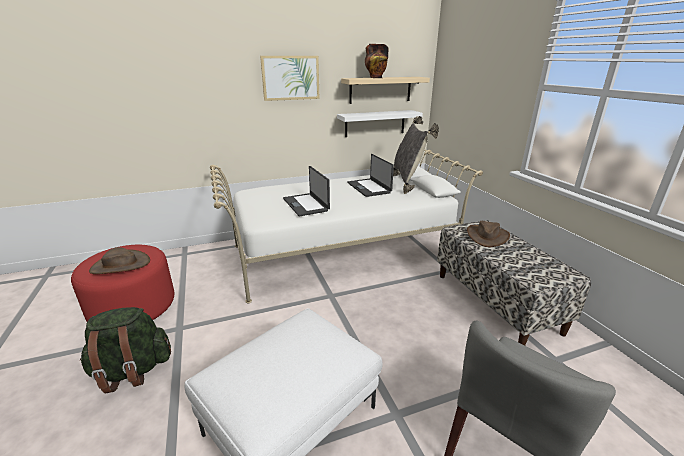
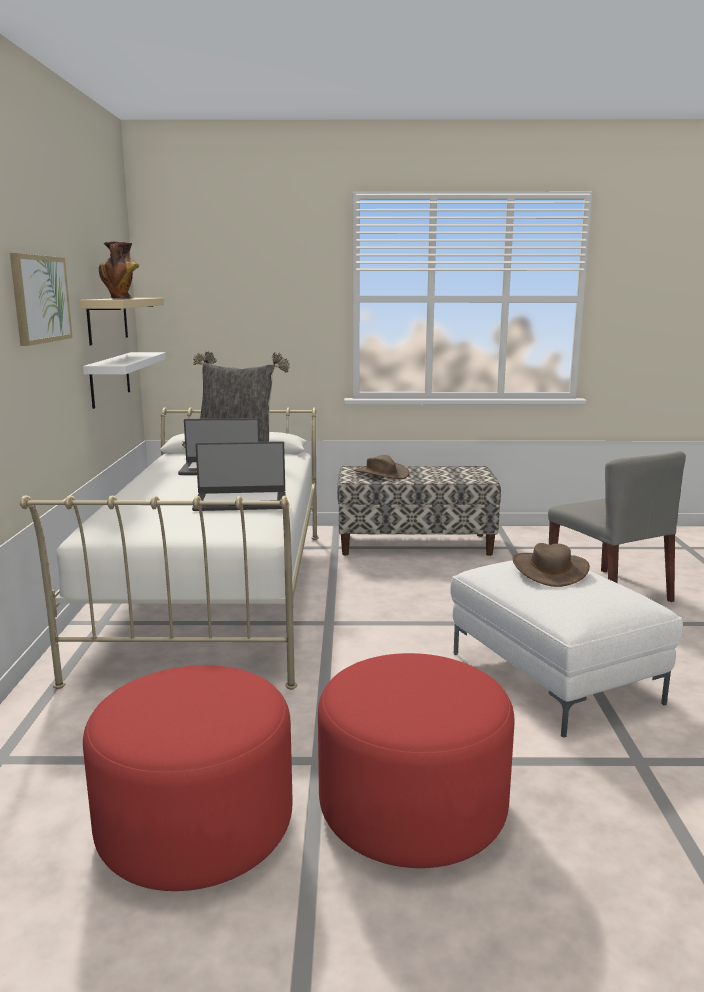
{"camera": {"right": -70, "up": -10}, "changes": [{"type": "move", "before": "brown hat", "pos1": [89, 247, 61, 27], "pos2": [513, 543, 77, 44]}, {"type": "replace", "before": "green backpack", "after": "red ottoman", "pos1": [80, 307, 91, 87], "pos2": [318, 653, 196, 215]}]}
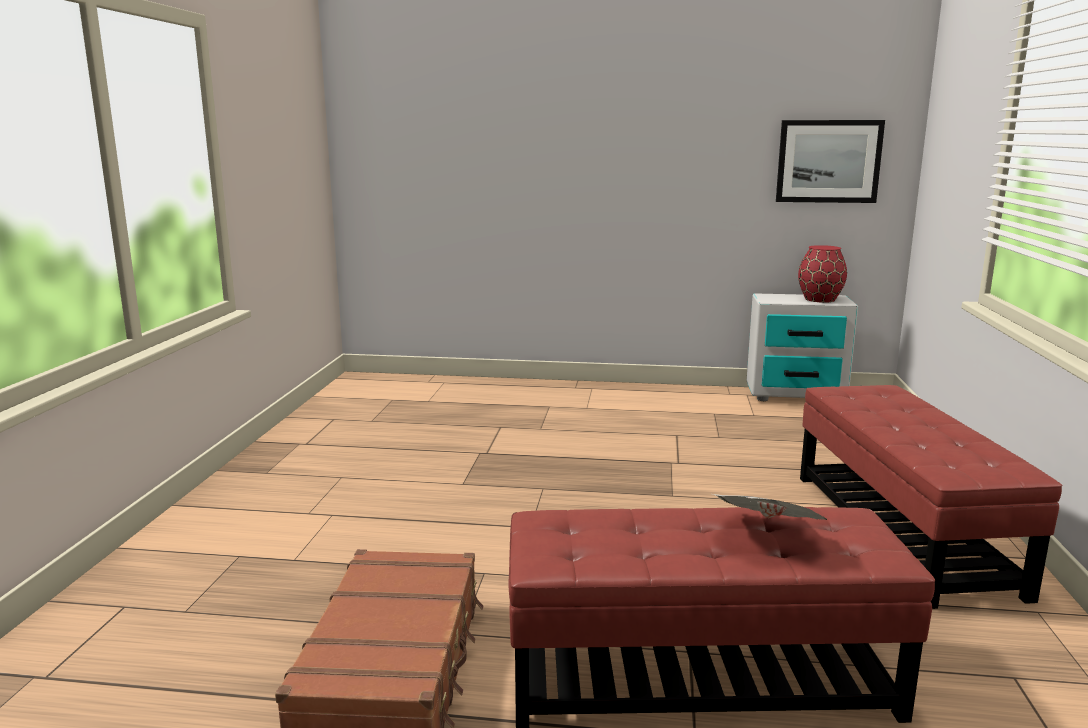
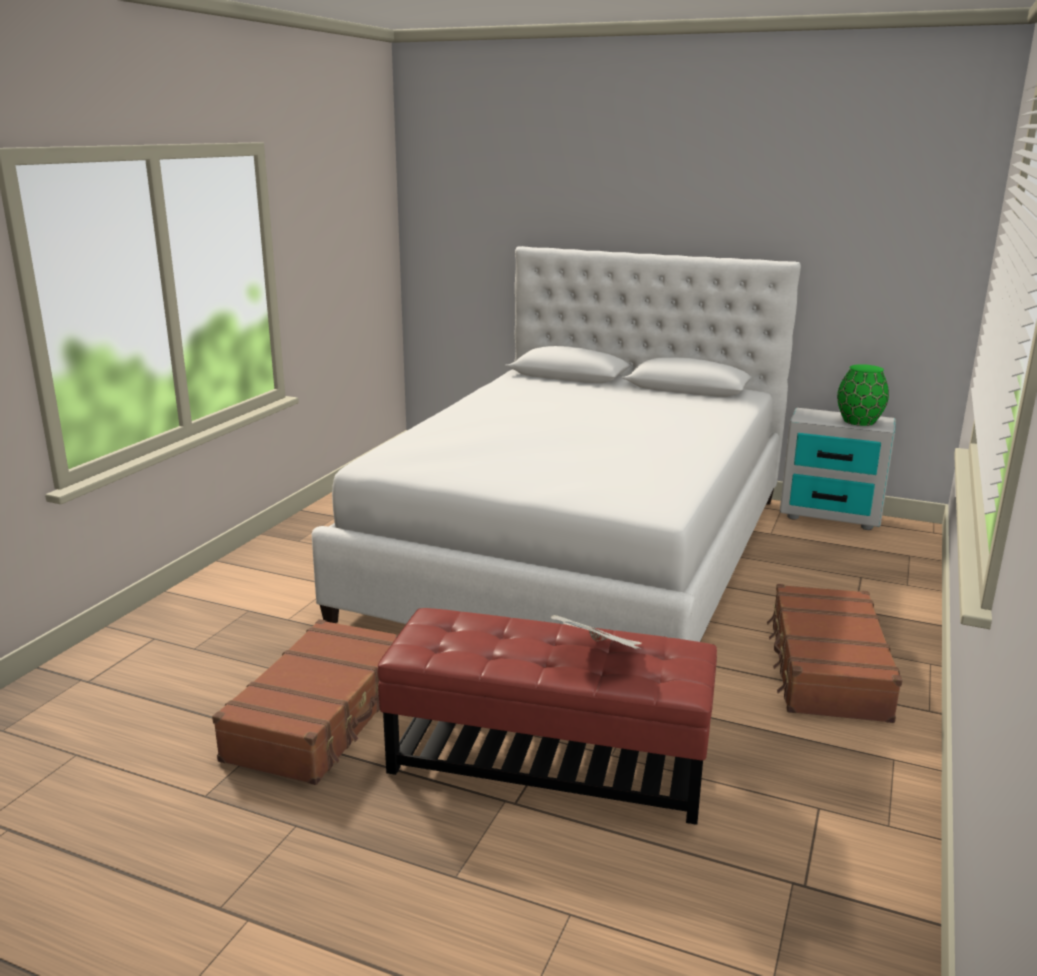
{"camera": {"right": 15, "up": 5}, "changes": [{"type": "delete", "before": "picture", "pos1": [776, 120, 109, 83]}, {"type": "insert", "after": "white bed", "pos2": [312, 246, 489, 396]}, {"type": "replace", "before": "red ottoman", "after": "brown suitcase", "pos1": [800, 385, 262, 224], "pos2": [767, 584, 136, 139]}, {"type": "recolor", "before": "red vase", "after": "green vase", "pos1": [798, 245, 49, 58], "pos2": [837, 364, 52, 62]}]}
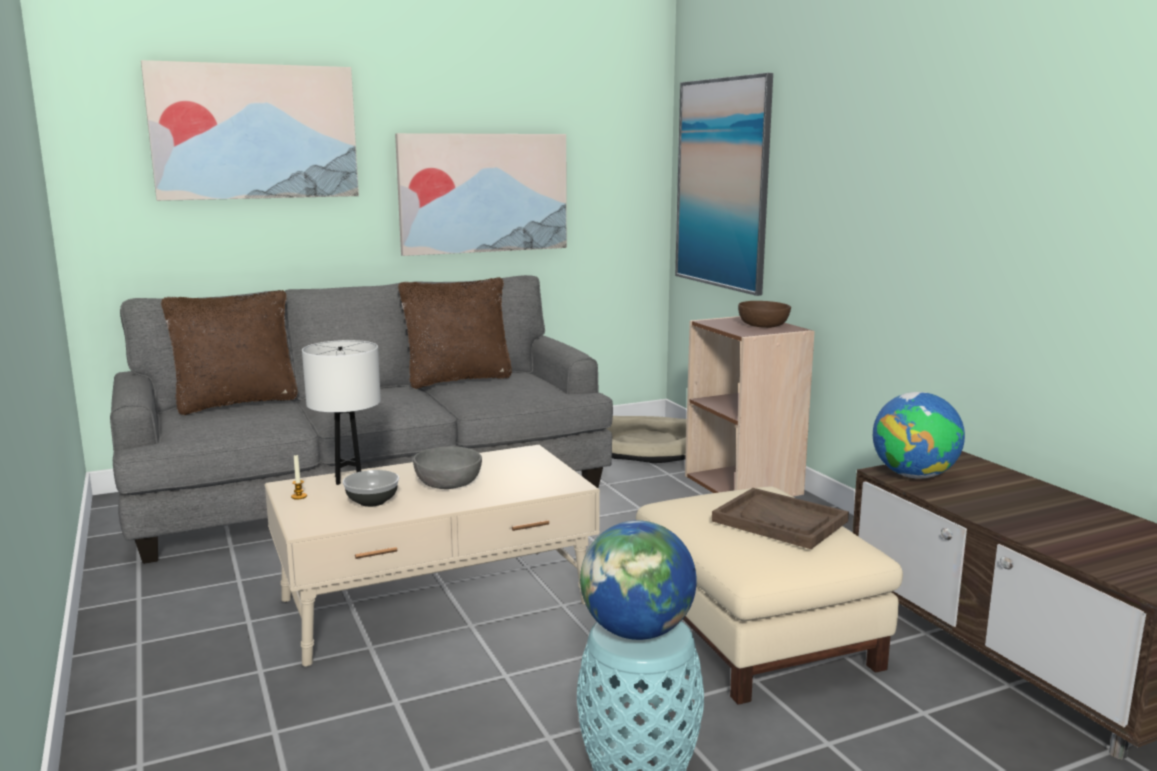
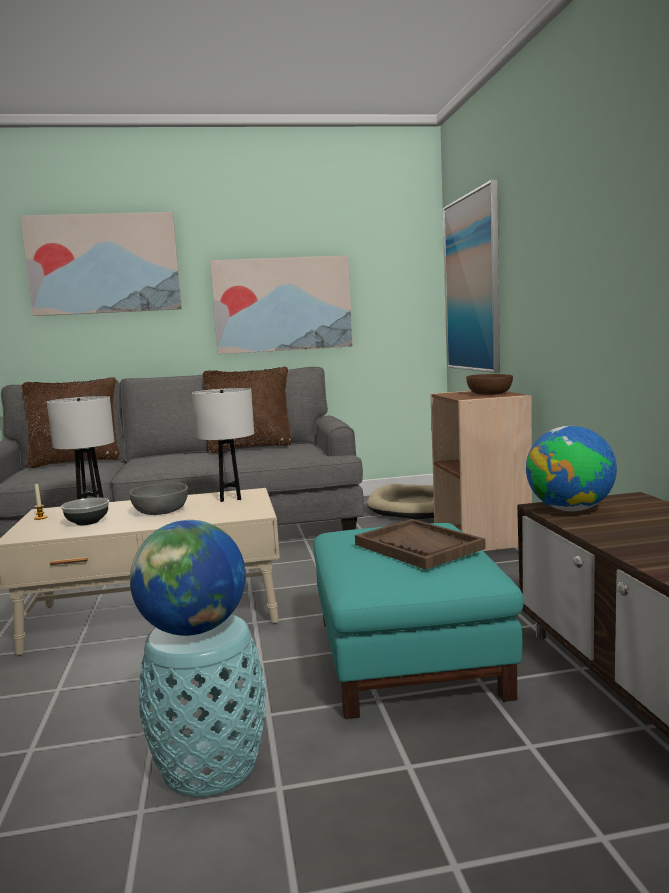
{"camera": {"right": 15, "up": -5}, "changes": [{"type": "insert", "after": "white table lamp", "pos2": [192, 388, 62, 114]}, {"type": "recolor", "before": "beige ottoman", "after": "turquoise ottoman", "pos1": [636, 486, 267, 219], "pos2": [313, 523, 211, 196]}]}
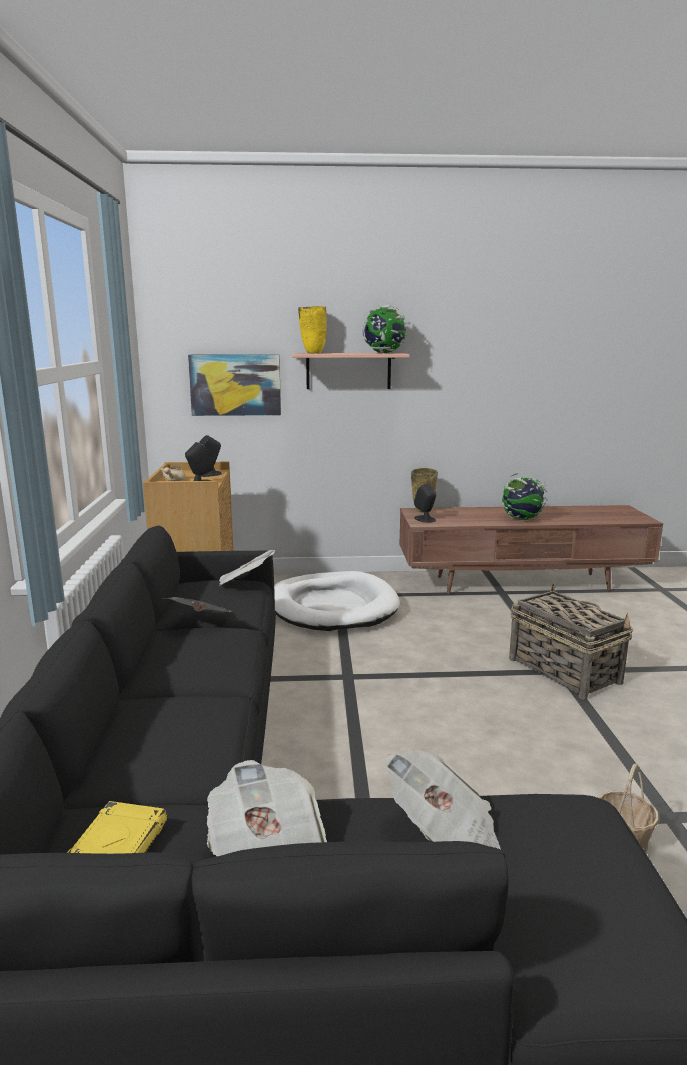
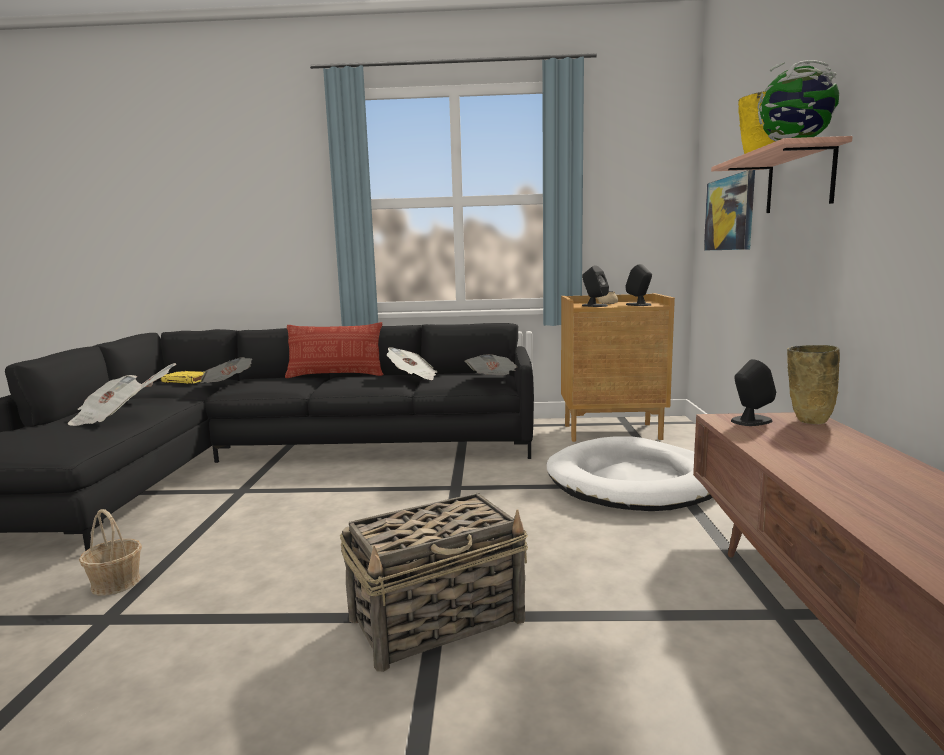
{"camera": {"right": 95, "up": -5}, "changes": [{"type": "delete", "before": "globe", "pos1": [501, 473, 47, 47]}, {"type": "insert", "after": "newspaper", "pos2": [200, 357, 52, 26]}, {"type": "insert", "after": "pillow", "pos2": [285, 322, 98, 56]}]}
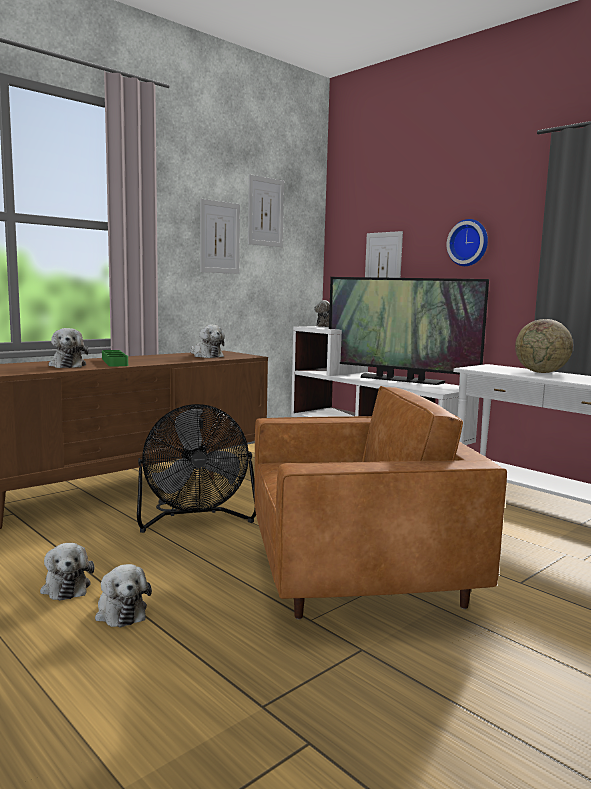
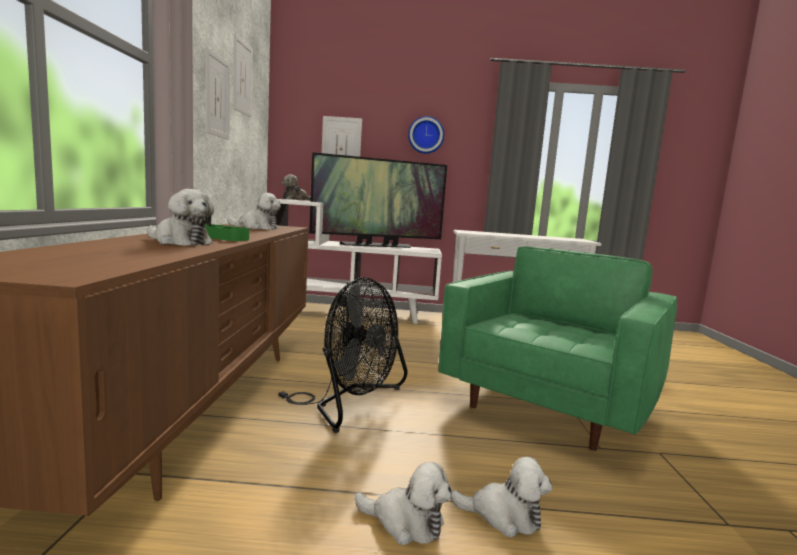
{"camera": {"right": -45, "up": 0}, "changes": [{"type": "delete", "before": "globe", "pos1": [515, 319, 58, 54]}, {"type": "recolor", "before": "brown armchair", "after": "green armchair", "pos1": [254, 386, 253, 233], "pos2": [439, 246, 238, 205]}]}
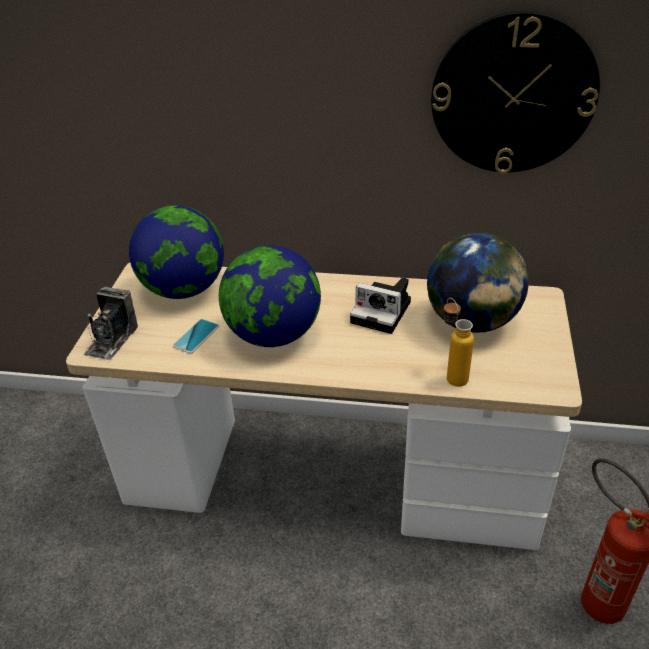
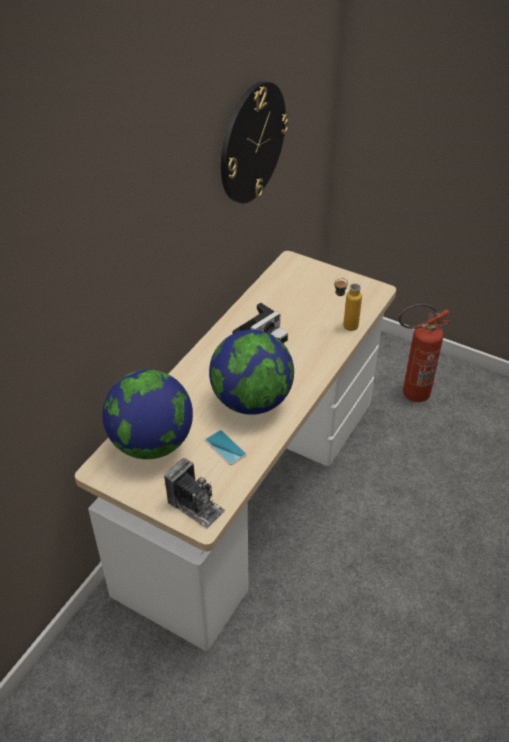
{"camera": {"right": -70, "up": 5}, "changes": [{"type": "delete", "before": "globe", "pos1": [427, 233, 102, 100]}]}
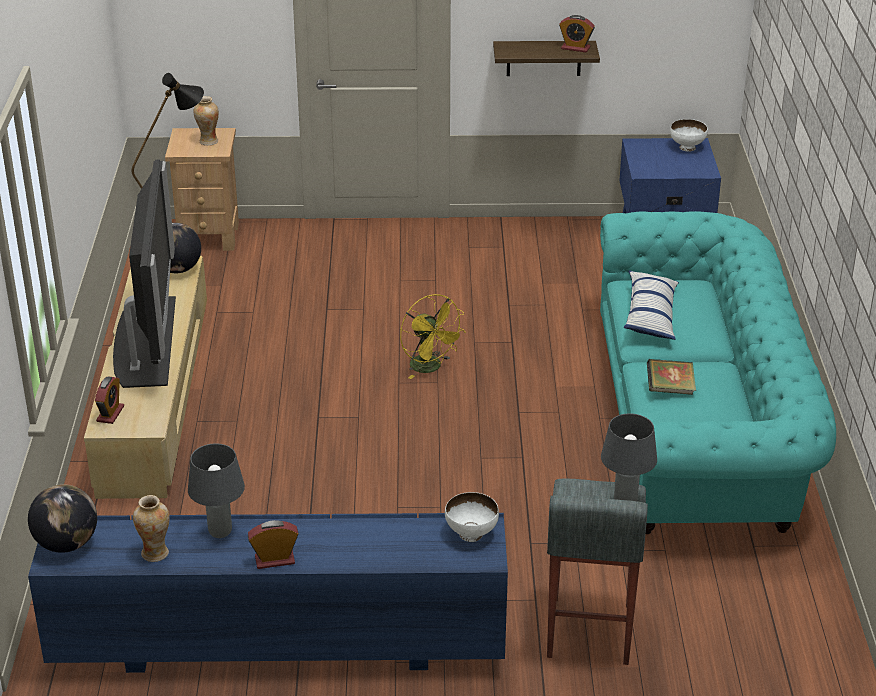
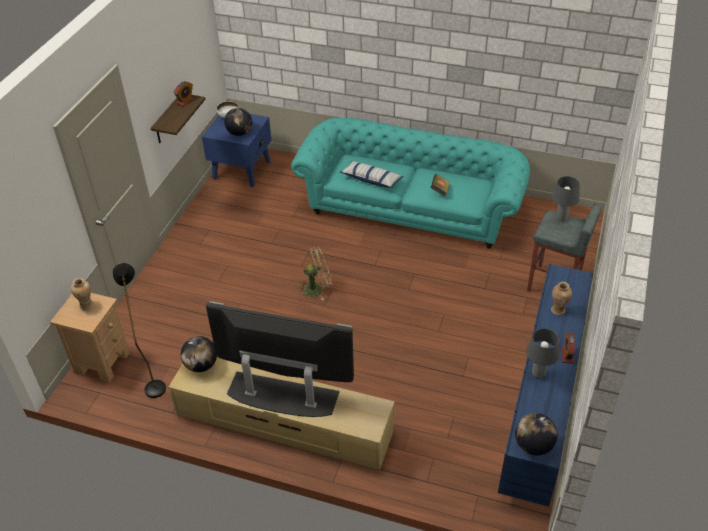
{"camera": {"right": -70, "up": 10}, "changes": [{"type": "delete", "before": "alarm clock", "pos1": [95, 377, 29, 47]}, {"type": "delete", "before": "white bowl", "pos1": [445, 492, 54, 50]}, {"type": "insert", "after": "globe", "pos2": [224, 108, 28, 28]}, {"type": "move", "before": "vase", "pos1": [133, 495, 37, 67], "pos2": [551, 282, 21, 33]}, {"type": "recolor", "before": "yellow fan", "after": "green fan", "pos1": [400, 294, 66, 85], "pos2": [297, 246, 34, 54]}]}
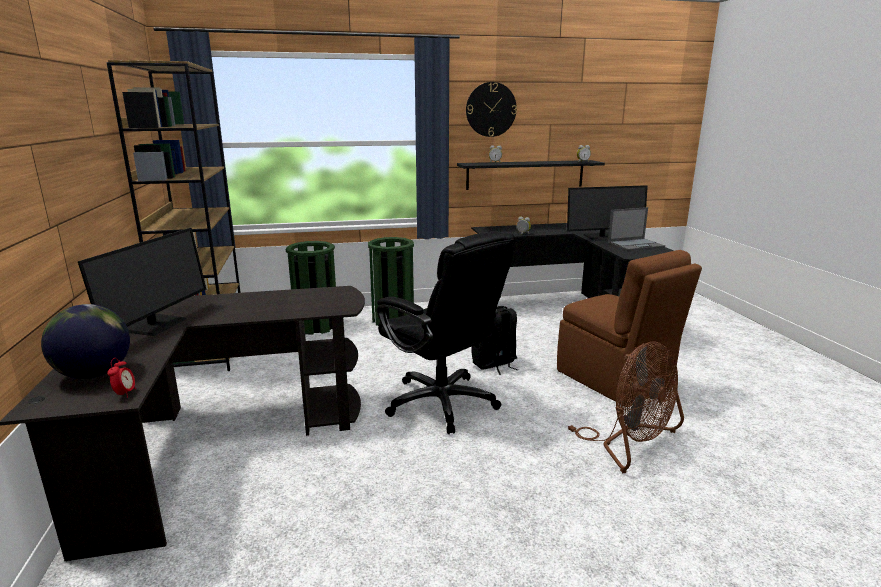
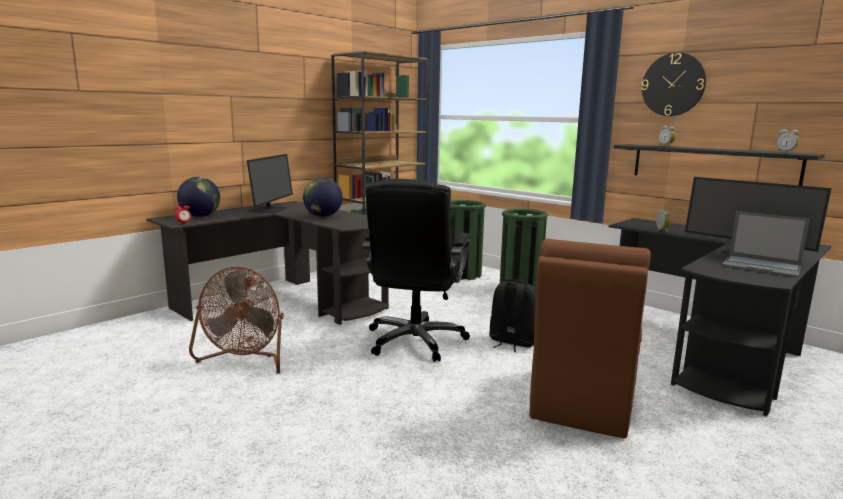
{"camera": {"right": 55, "up": -5}, "changes": [{"type": "insert", "after": "globe", "pos2": [303, 177, 40, 40]}, {"type": "move", "before": "brown fan", "pos1": [568, 341, 116, 132], "pos2": [189, 267, 95, 107]}, {"type": "rotate", "before": "monitor", "pos1": [78, 228, 128, 108], "pos2": [247, 154, 46, 59], "turn": -60}]}
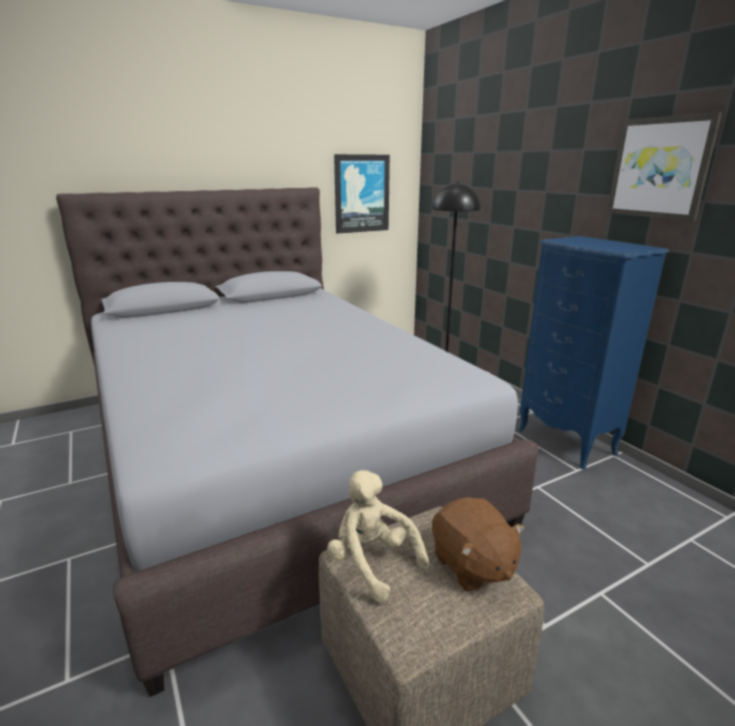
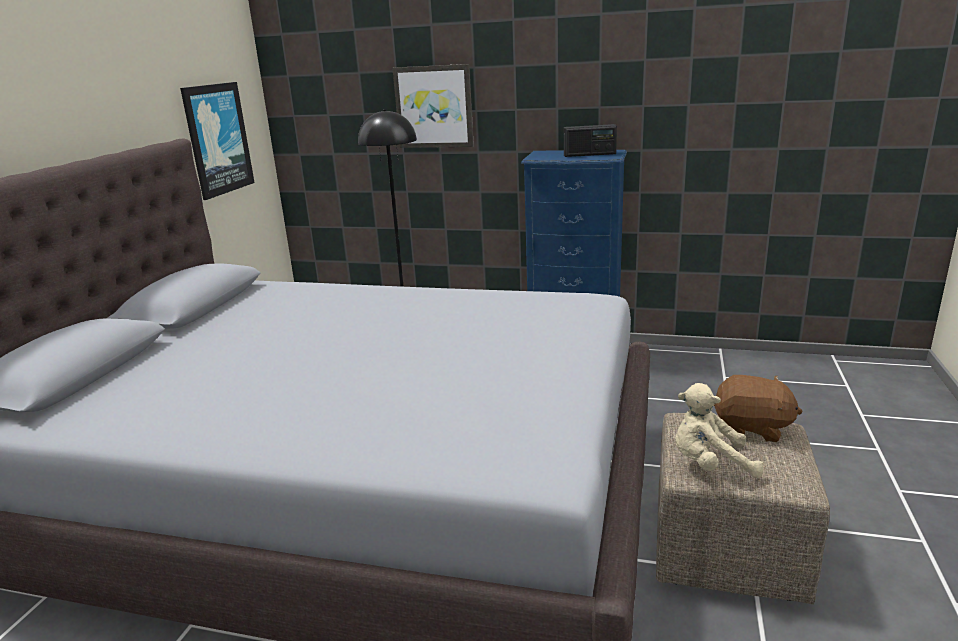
{"camera": {"right": -45, "up": 0}, "changes": [{"type": "insert", "after": "radio", "pos2": [564, 124, 53, 33]}, {"type": "move", "before": "picture", "pos1": [607, 112, 115, 109], "pos2": [392, 64, 82, 84]}]}
